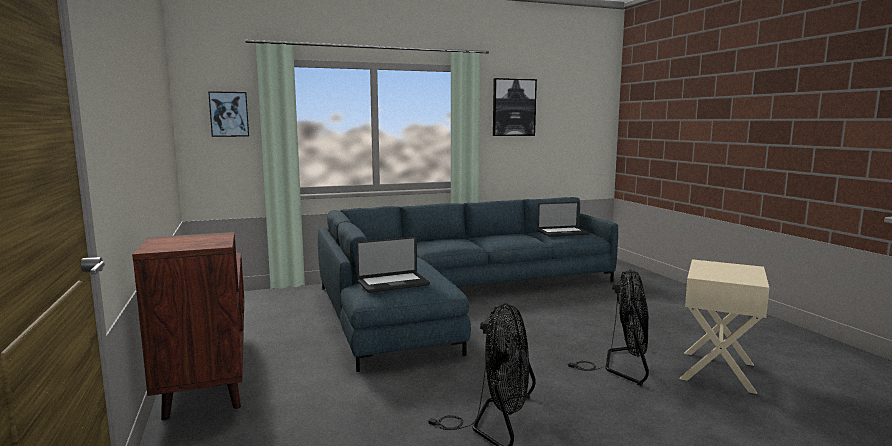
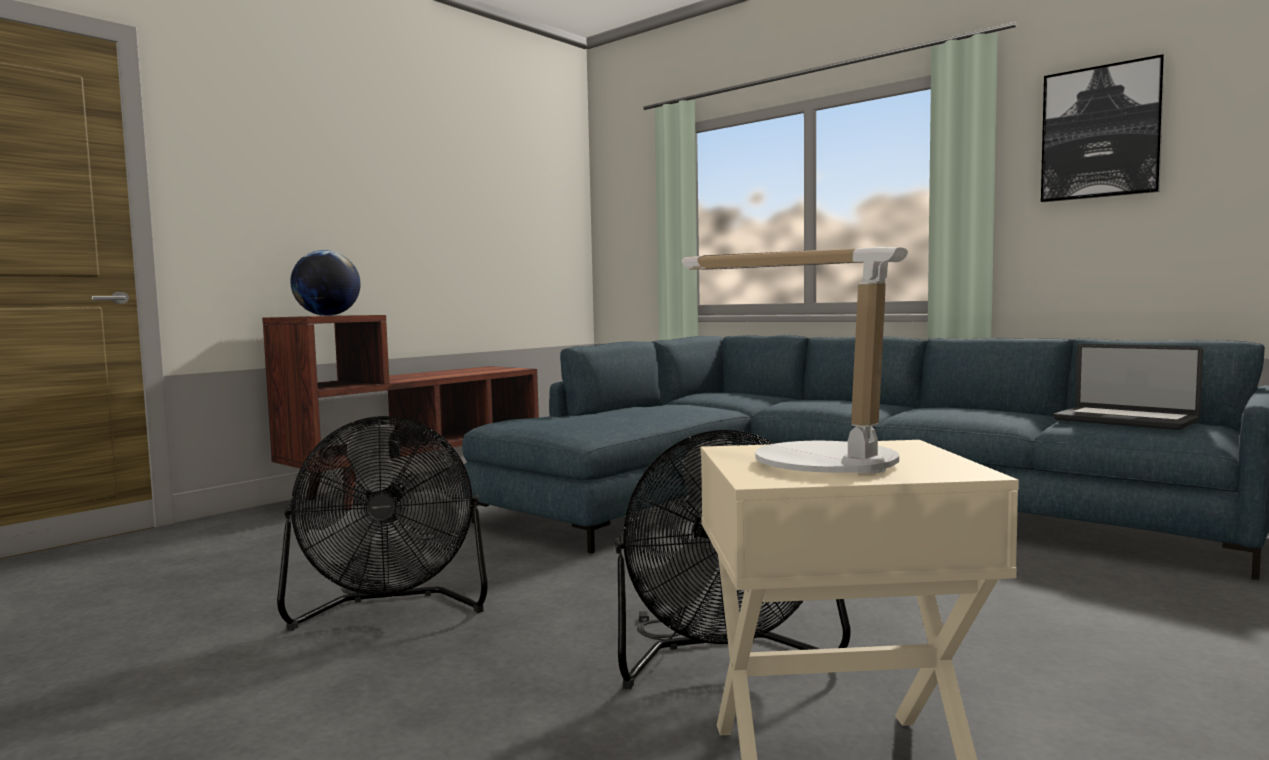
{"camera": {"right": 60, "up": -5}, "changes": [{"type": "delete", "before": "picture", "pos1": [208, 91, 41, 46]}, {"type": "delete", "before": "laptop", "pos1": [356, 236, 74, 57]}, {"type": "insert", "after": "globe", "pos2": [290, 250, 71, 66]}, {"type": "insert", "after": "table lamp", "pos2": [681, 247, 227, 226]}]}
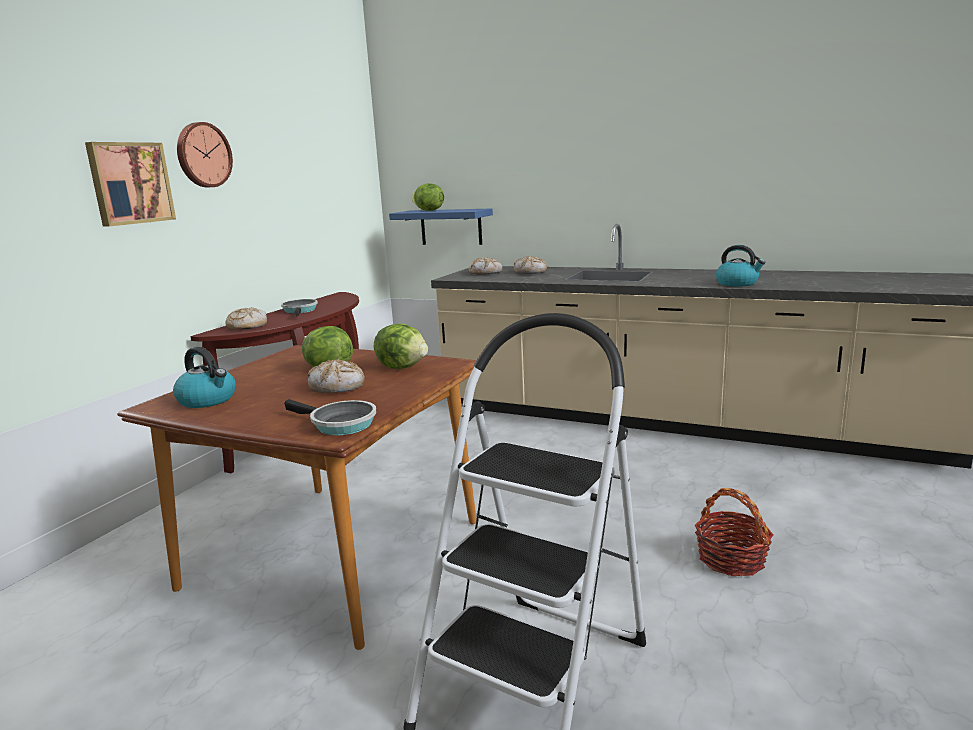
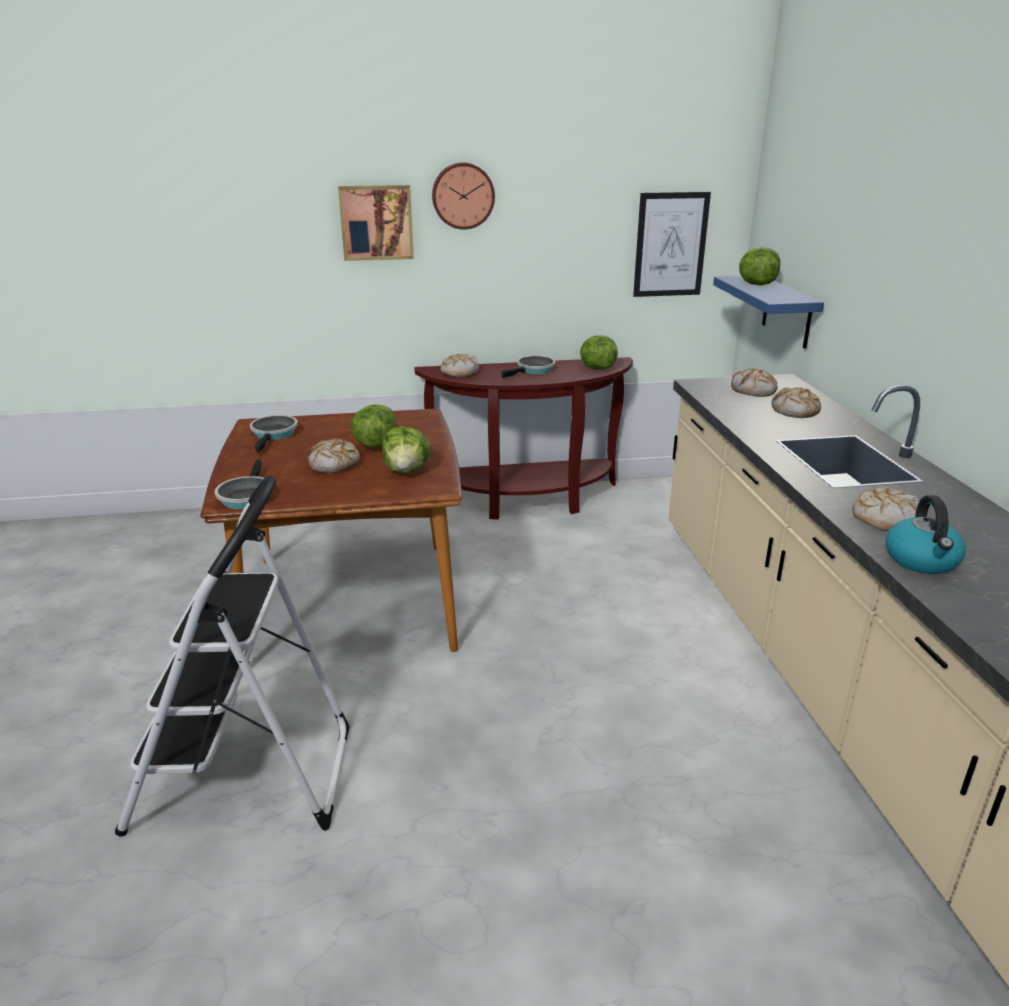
{"camera": {"right": 55, "up": 10}, "changes": [{"type": "delete", "before": "basket", "pos1": [694, 488, 79, 88]}, {"type": "insert", "after": "lettuce", "pos2": [580, 335, 38, 35]}, {"type": "insert", "after": "picture", "pos2": [633, 192, 78, 105]}, {"type": "insert", "after": "bread", "pos2": [852, 487, 67, 44]}, {"type": "replace", "before": "kettle", "after": "frying pan", "pos1": [173, 347, 63, 61], "pos2": [250, 415, 48, 38]}]}
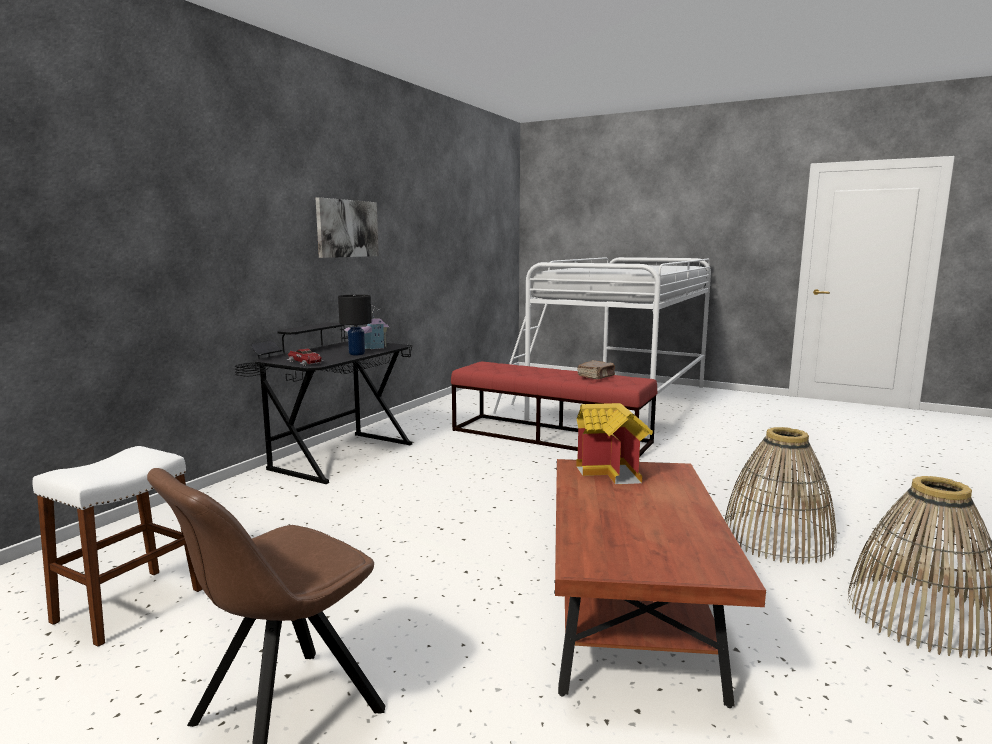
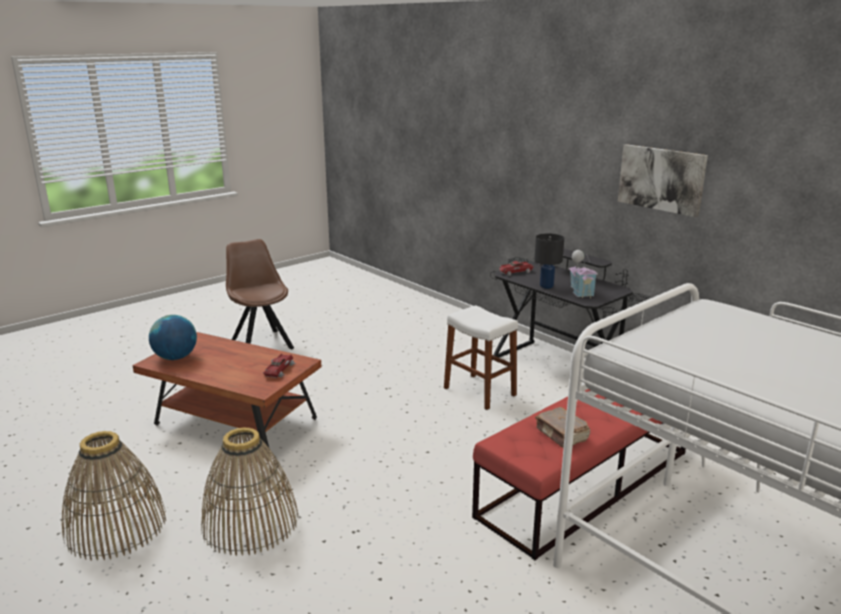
{"camera": {"right": 110, "up": 10}, "changes": [{"type": "insert", "after": "globe", "pos2": [149, 315, 48, 45]}, {"type": "move", "before": "white stool", "pos1": [33, 446, 170, 201], "pos2": [444, 305, 74, 105]}, {"type": "replace", "before": "toy house", "after": "toy car", "pos1": [576, 403, 77, 81], "pos2": [262, 353, 35, 25]}]}
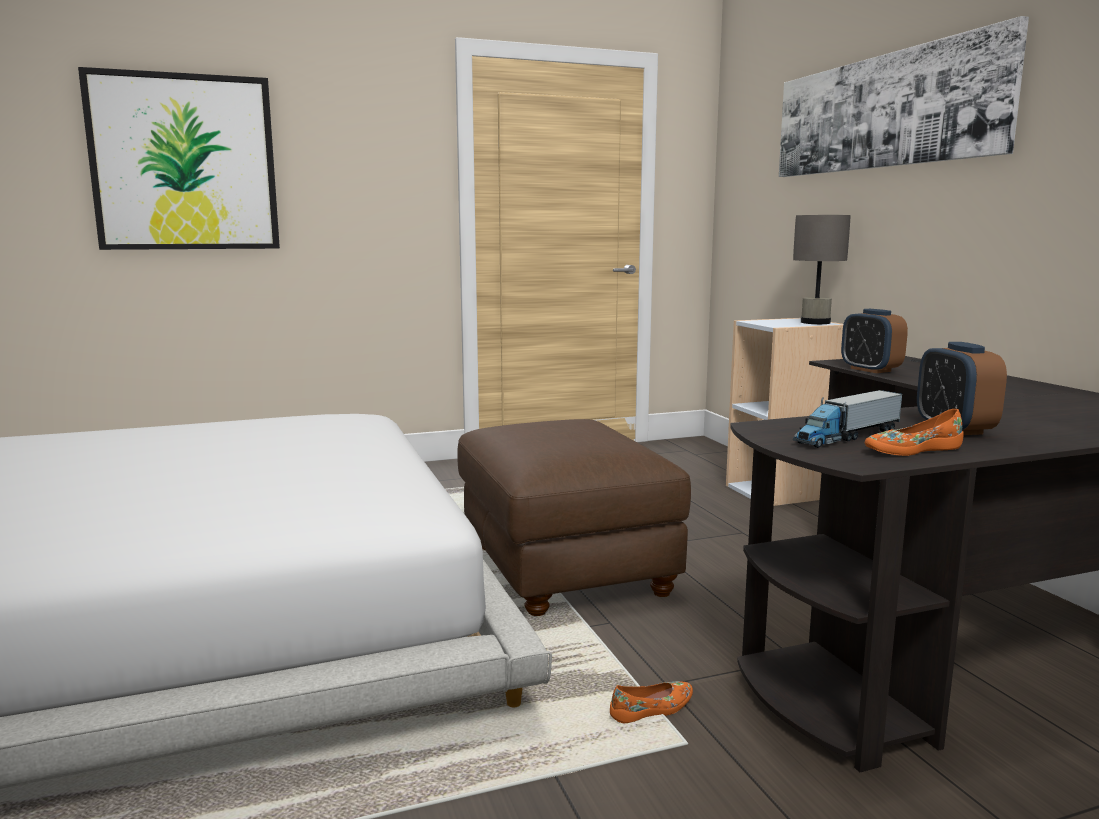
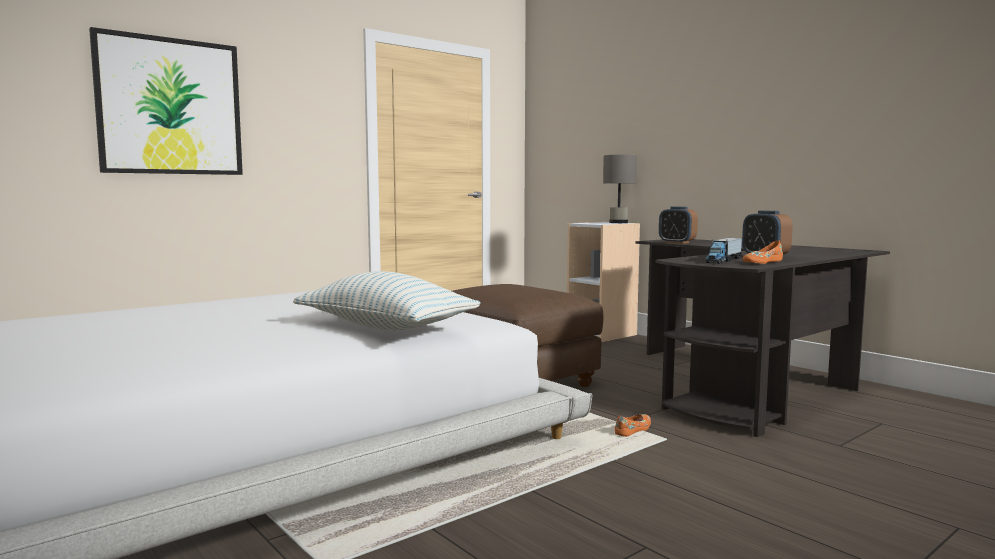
{"camera": {"right": -20, "up": -5}, "changes": [{"type": "delete", "before": "picture", "pos1": [779, 16, 250, 161]}, {"type": "insert", "after": "pillow", "pos2": [293, 271, 188, 59]}]}
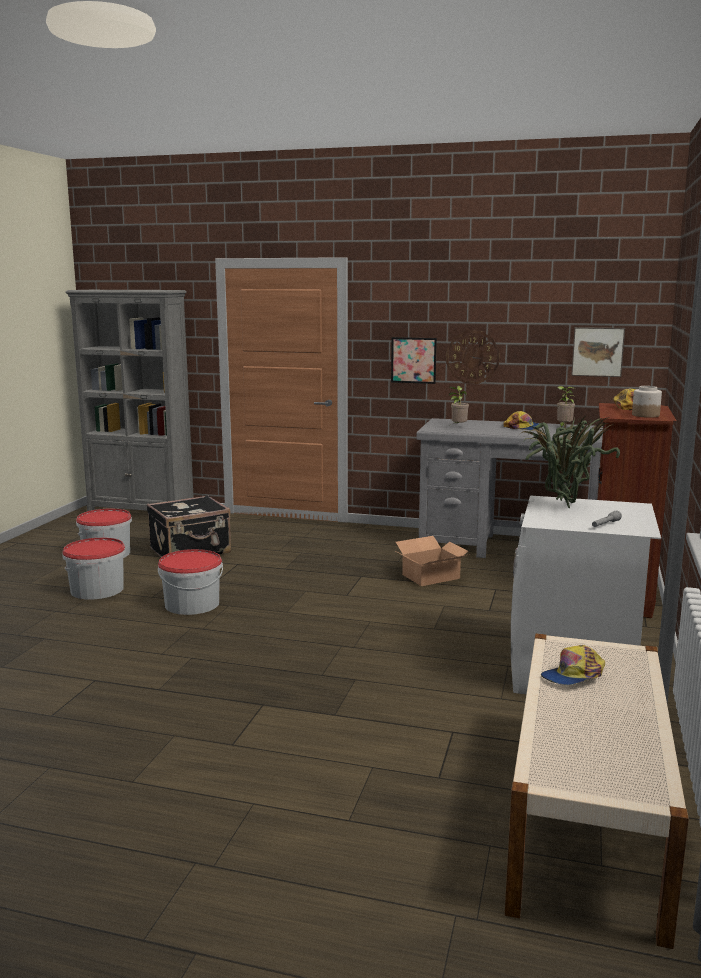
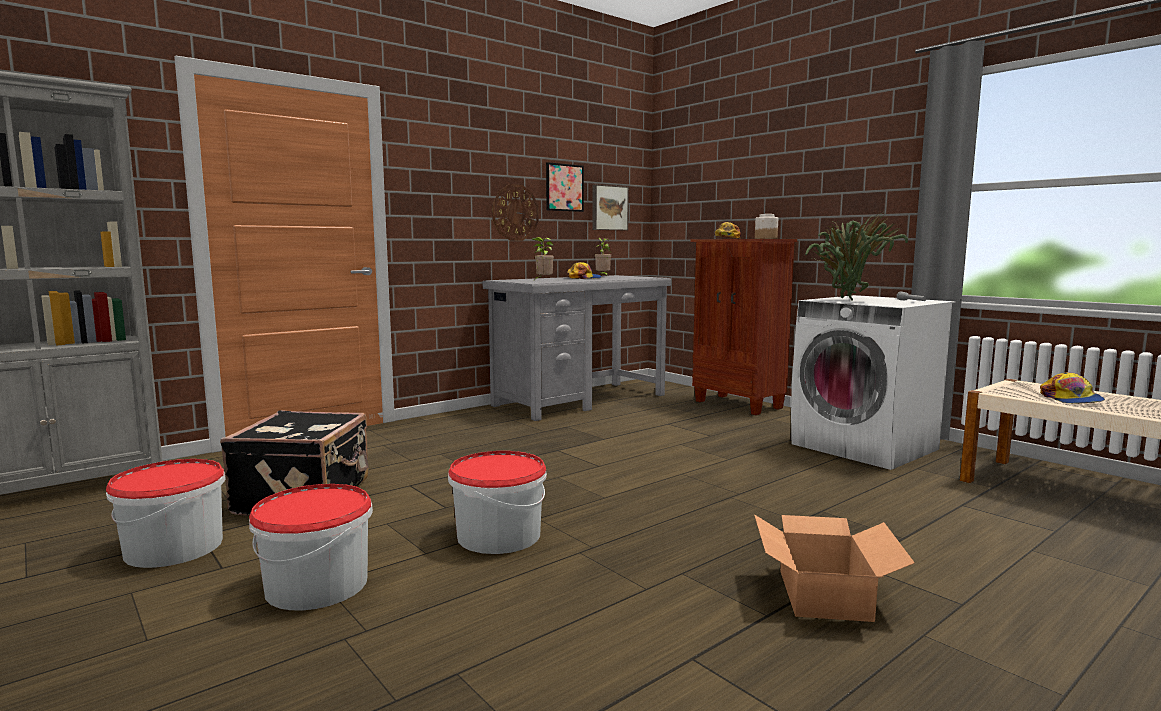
{"camera": {"right": -55, "up": -5}, "changes": [{"type": "move", "before": "picture", "pos1": [391, 337, 46, 47], "pos2": [546, 162, 38, 50]}, {"type": "move", "before": "cardboard box", "pos1": [396, 536, 74, 50], "pos2": [754, 514, 161, 108]}]}
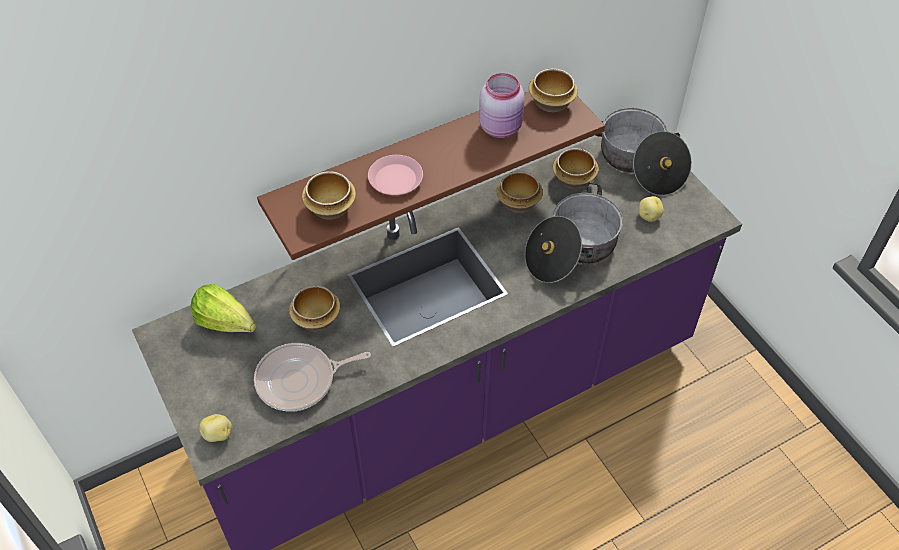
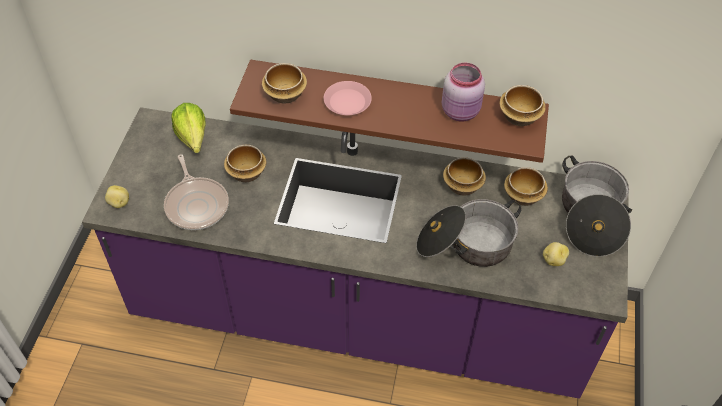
{"camera": {"right": 40, "up": 0}, "changes": [{"type": "rotate", "before": "frying pan", "pos1": [254, 343, 117, 69], "pos2": [164, 154, 65, 76], "turn": -135}]}
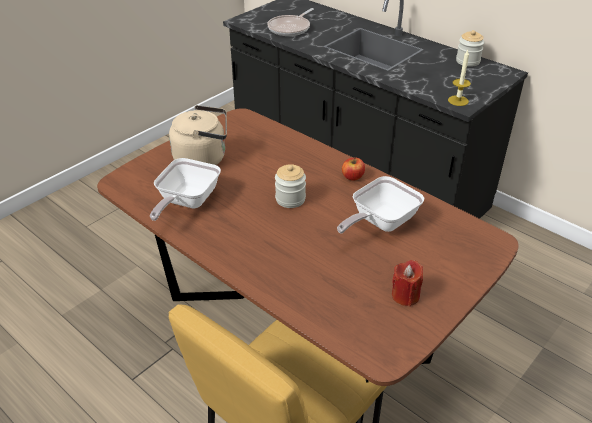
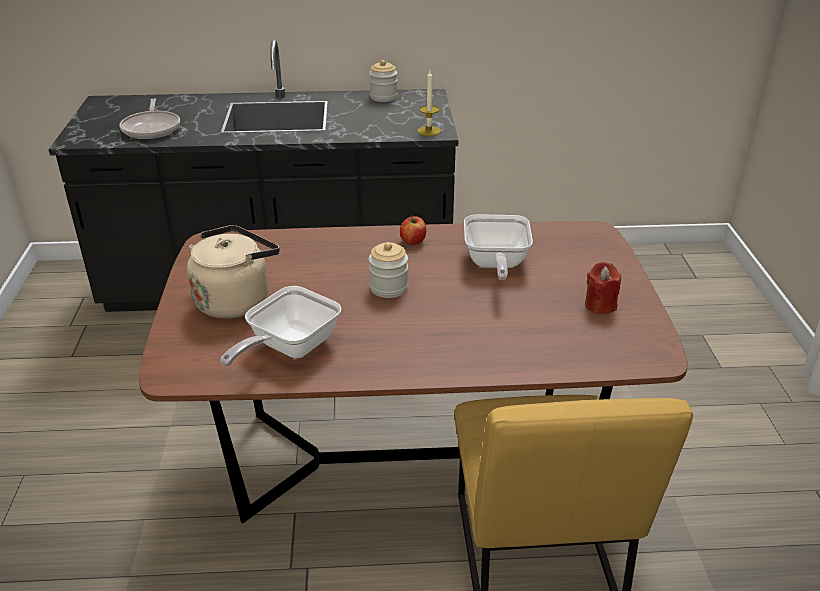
{"camera": {"right": -45, "up": -5}, "changes": [{"type": "rotate", "before": "frying pan", "pos1": [150, 158, 71, 63], "pos2": [220, 286, 121, 81], "turn": 60}]}
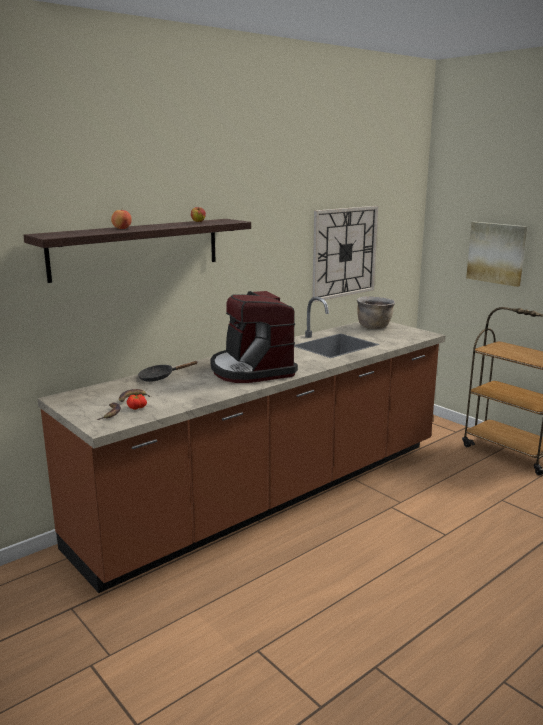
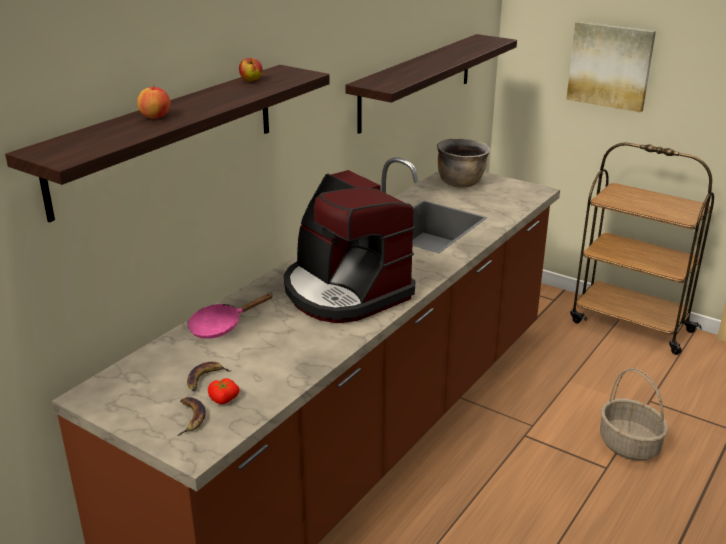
{"camera": {"right": -15, "up": 10}, "changes": [{"type": "insert", "after": "basket", "pos2": [600, 368, 69, 93]}, {"type": "replace", "before": "wall clock", "after": "shelf", "pos1": [312, 206, 66, 96], "pos2": [345, 34, 172, 100]}, {"type": "recolor", "before": "black frying pan", "after": "pink frying pan", "pos1": [138, 361, 59, 21], "pos2": [187, 293, 85, 46]}]}
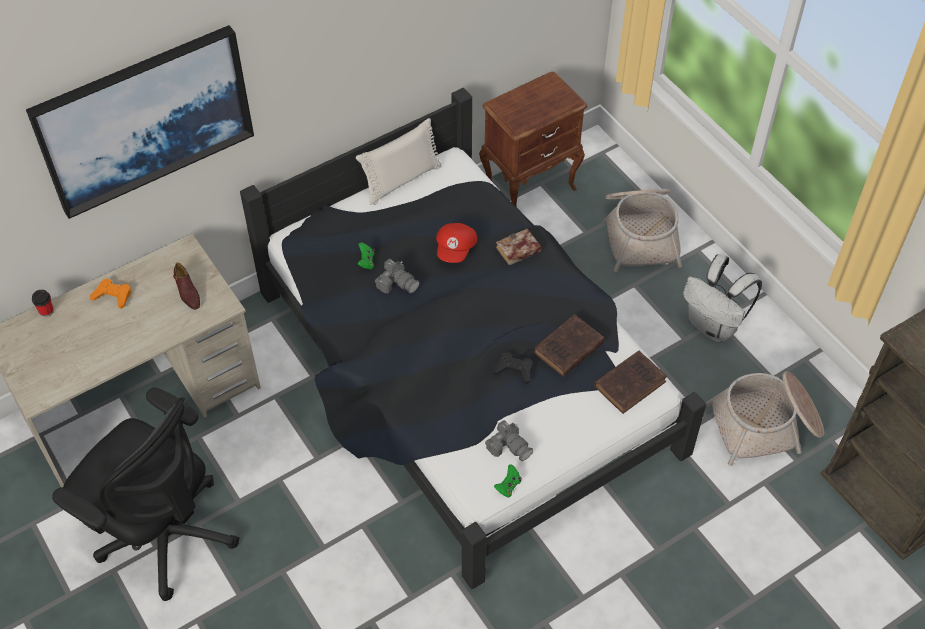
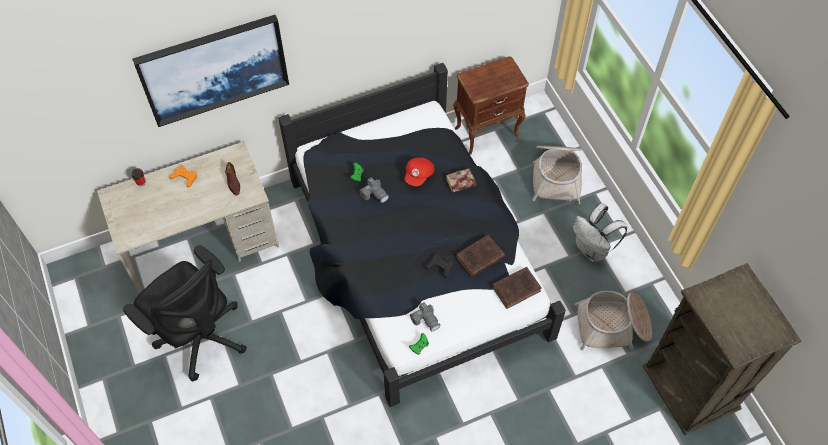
{"camera": {"right": 10, "up": 5}, "changes": [{"type": "delete", "before": "white pillow", "pos1": [356, 118, 86, 88]}]}
